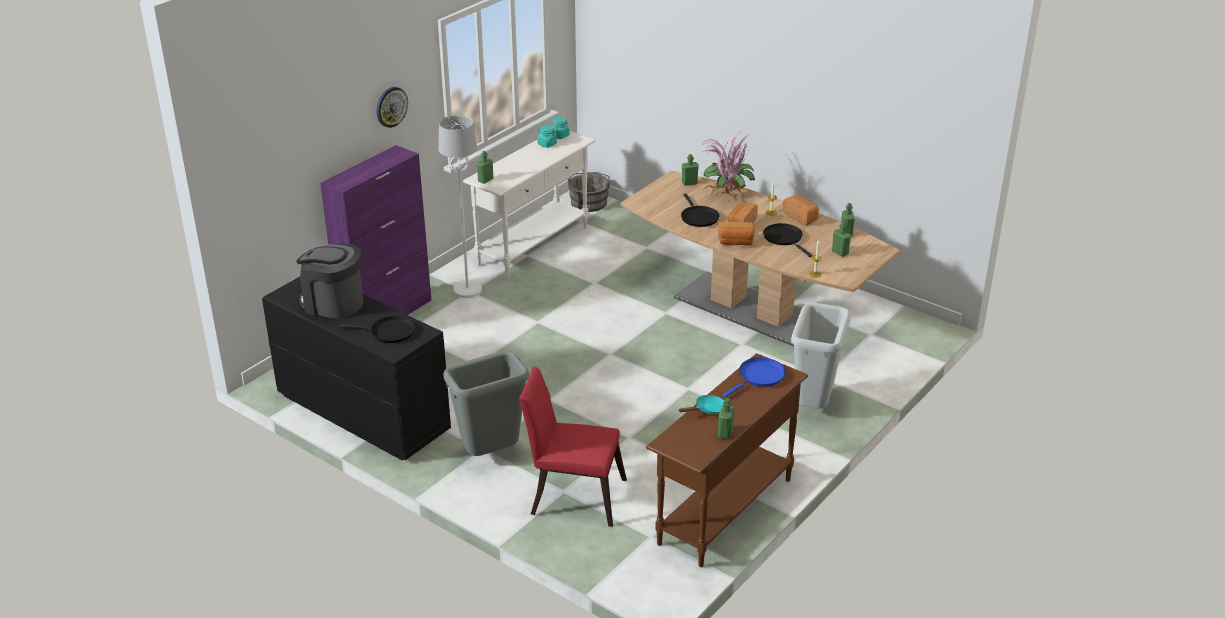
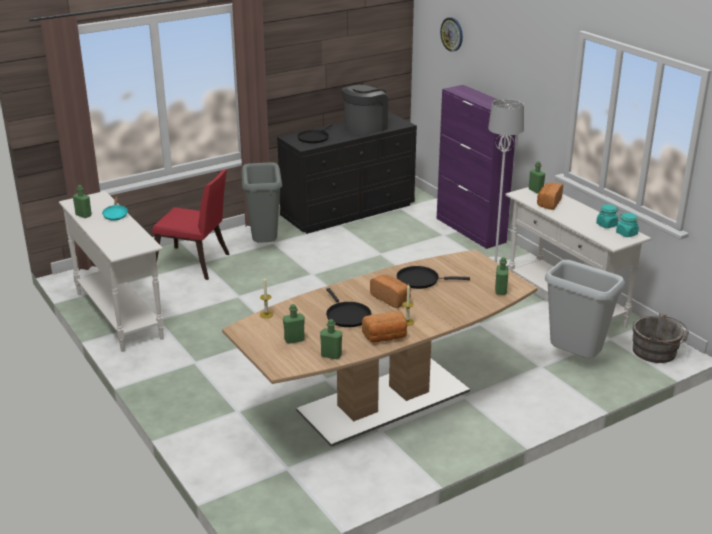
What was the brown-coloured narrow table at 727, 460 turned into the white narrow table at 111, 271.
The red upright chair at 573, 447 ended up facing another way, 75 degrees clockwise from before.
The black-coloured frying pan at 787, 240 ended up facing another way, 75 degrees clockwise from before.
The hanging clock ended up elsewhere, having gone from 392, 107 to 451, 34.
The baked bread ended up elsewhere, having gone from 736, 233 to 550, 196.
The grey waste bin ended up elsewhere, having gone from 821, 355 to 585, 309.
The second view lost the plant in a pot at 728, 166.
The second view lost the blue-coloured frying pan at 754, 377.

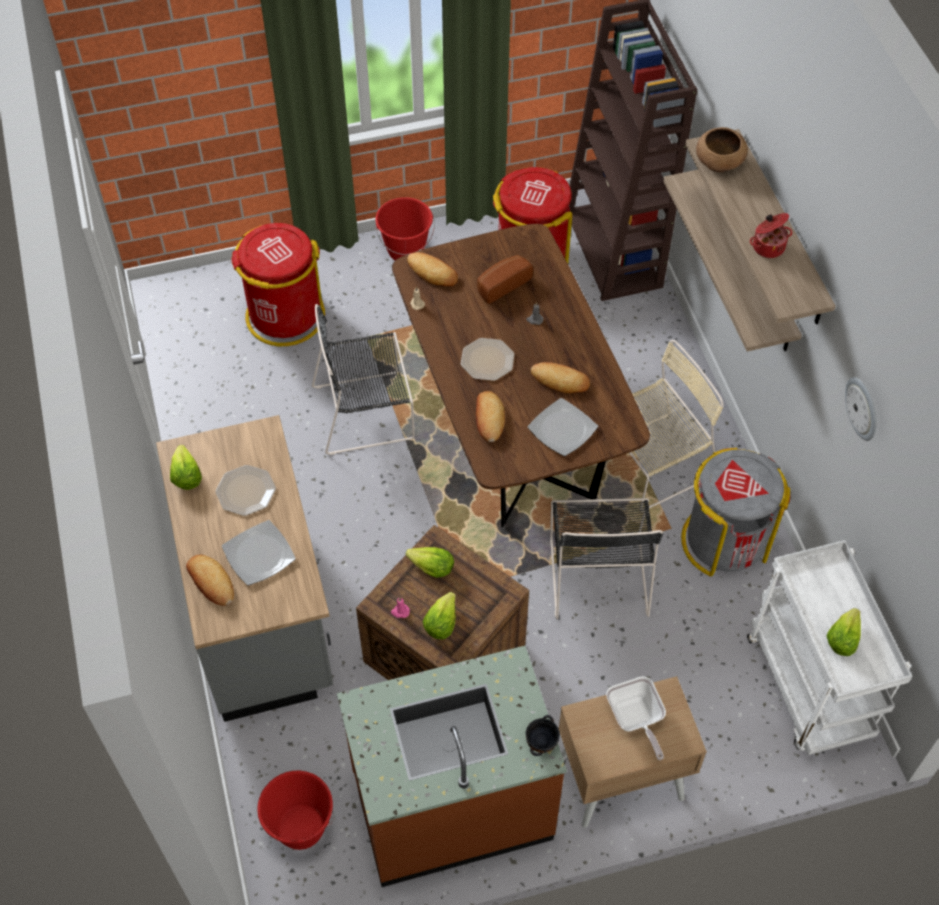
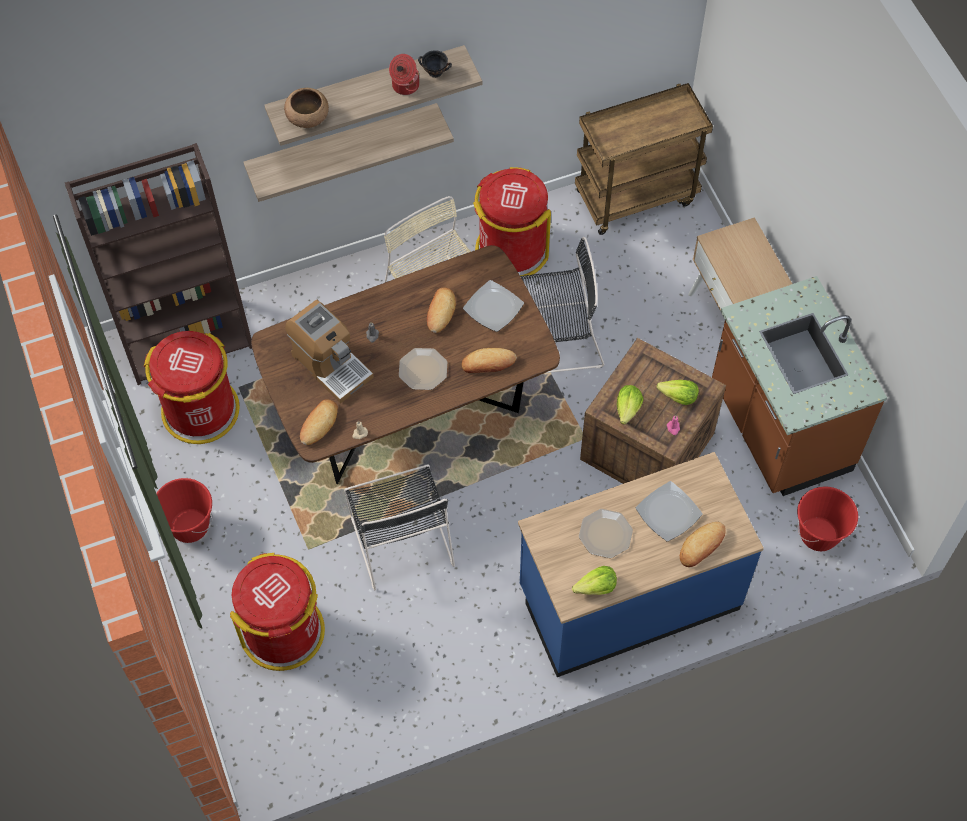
Where the baked bread stood at 505, 279, the coffee maker came to stand at 329, 351.
The black-coloured bowl ended up elsewhere, having gone from 543, 735 to 435, 64.
What was the grey waste bin at 736, 512 turned into the red waste bin at 512, 221.
What was the grey counter at 244, 568 turned into the blue-coloured counter at 641, 564.
What was the white wheeled cart at 830, 647 turned into the brown-coloured wheeled cart at 644, 159.
The second view lost the frying pan at 636, 718.
The second view lost the head of lettuce at 843, 632.
The second view lost the hanging clock at 861, 409.

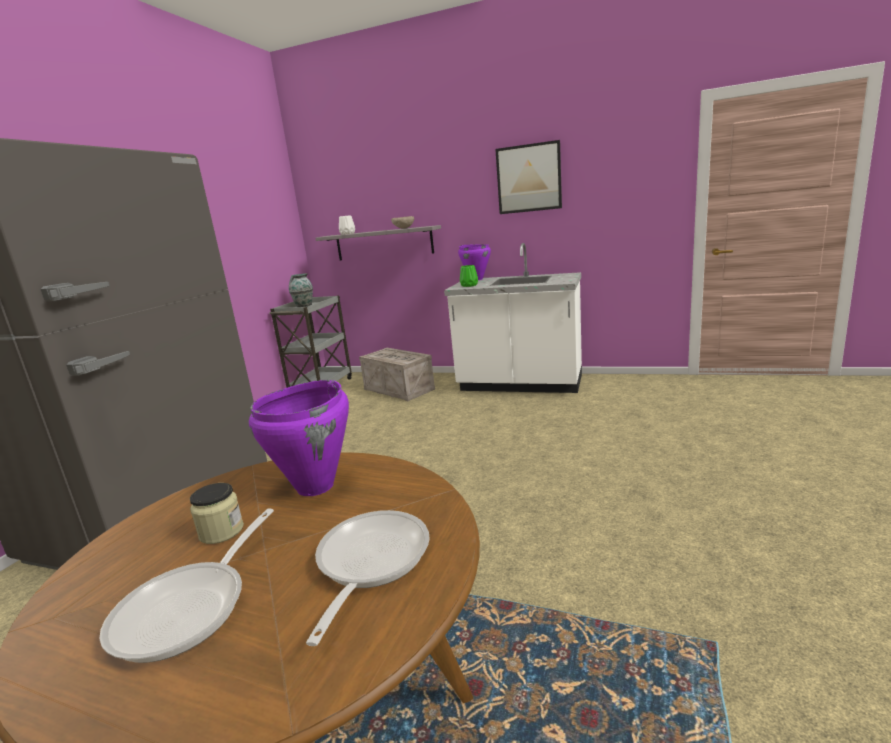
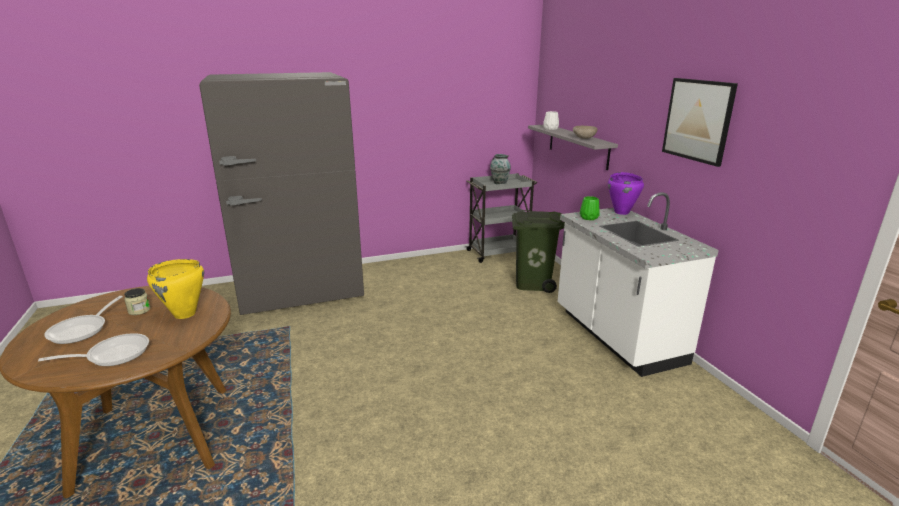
The frying pan at 187, 585 ended up facing another way, 60 degrees counterclockwise from before.
What was the purplish stockpot at 299, 438 turned into the yellowish stockpot at 175, 289.
Where the crate stood at 397, 374, the green-coloured waste bin came to stand at 538, 251.

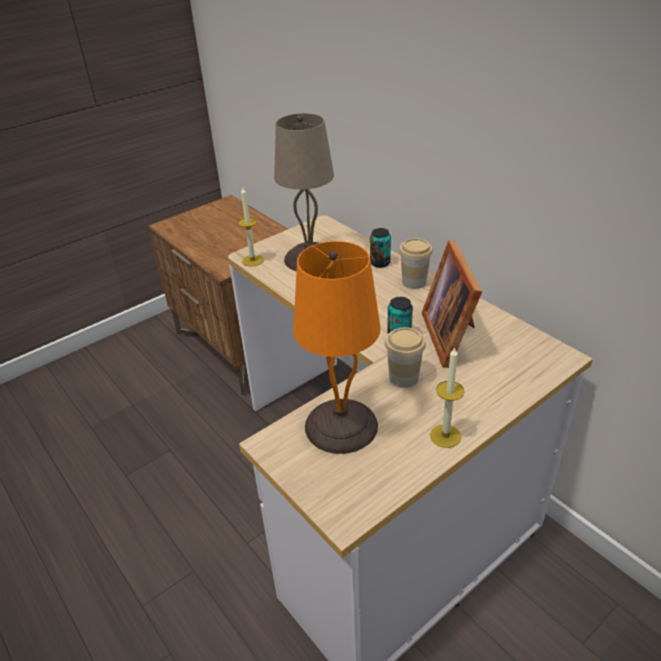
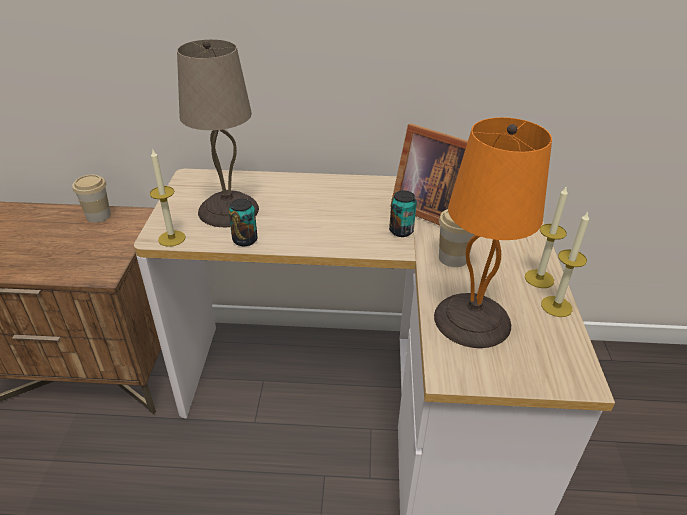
The drinking cup ended up elsewhere, having gone from 416, 263 to 91, 198.
The can ended up elsewhere, having gone from 380, 248 to 243, 222.
The second view gained the candle at 565, 264.

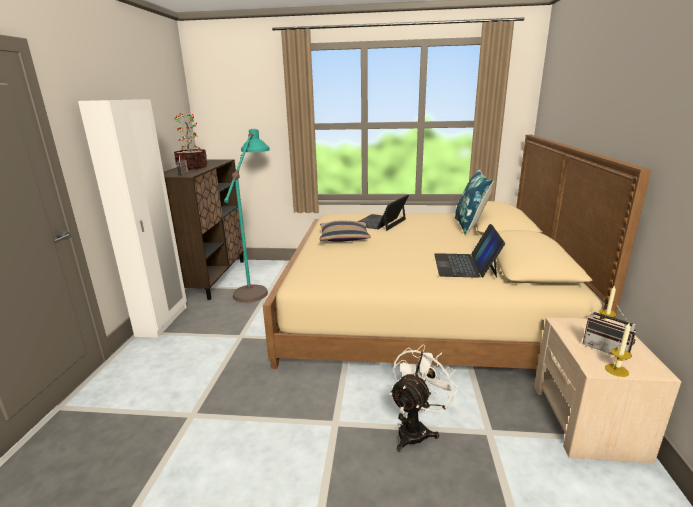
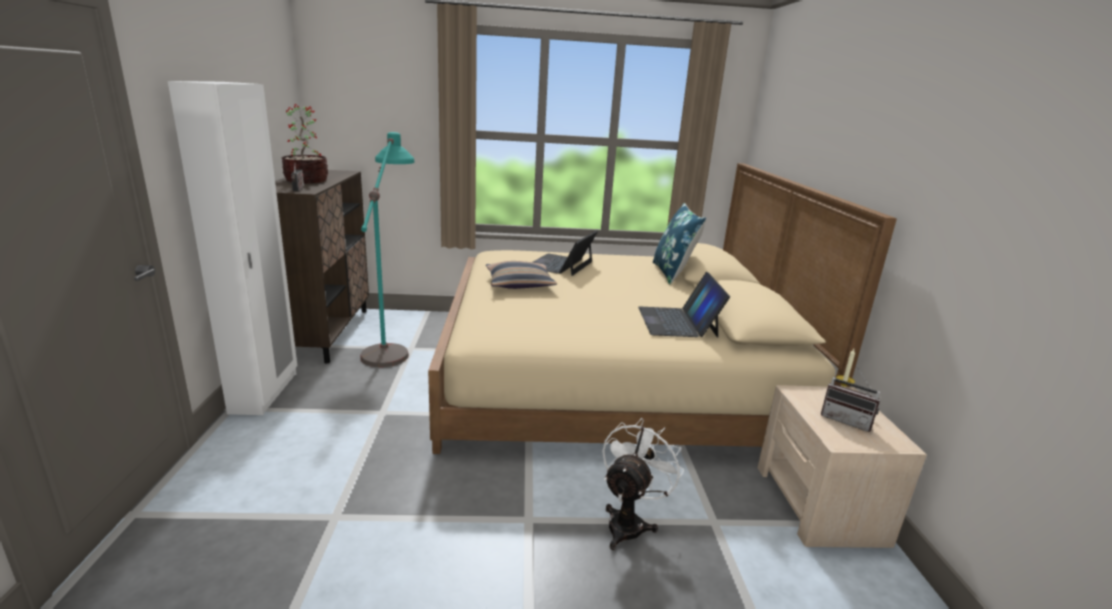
The second view lost the candle at 618, 350.

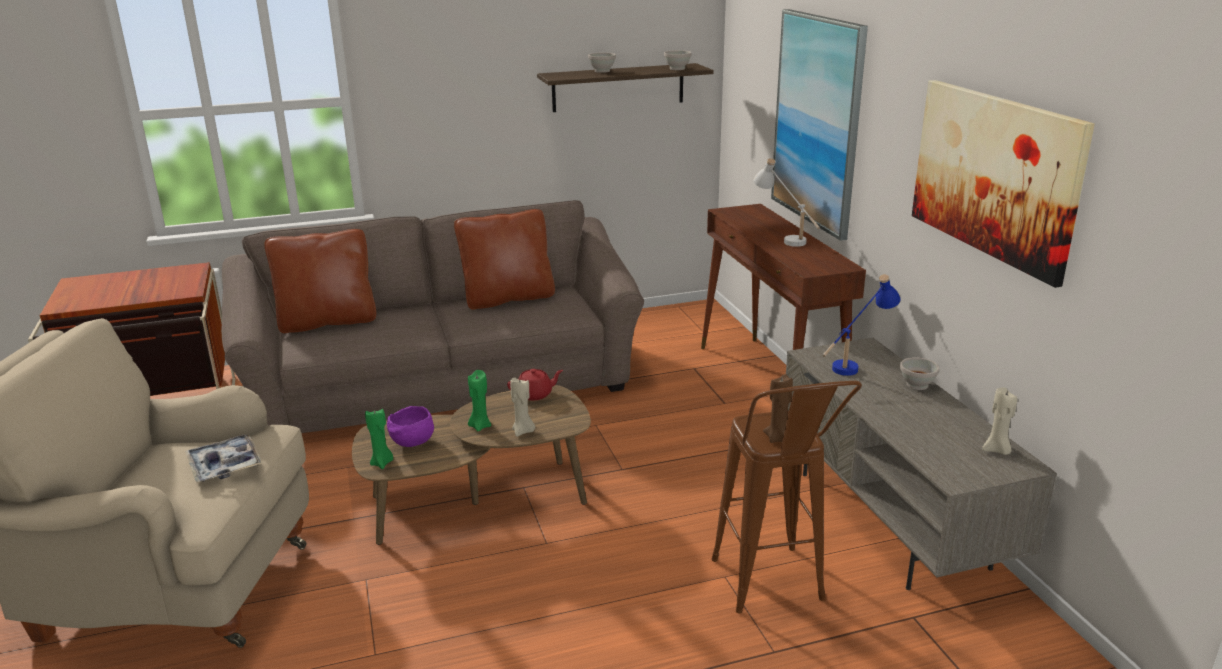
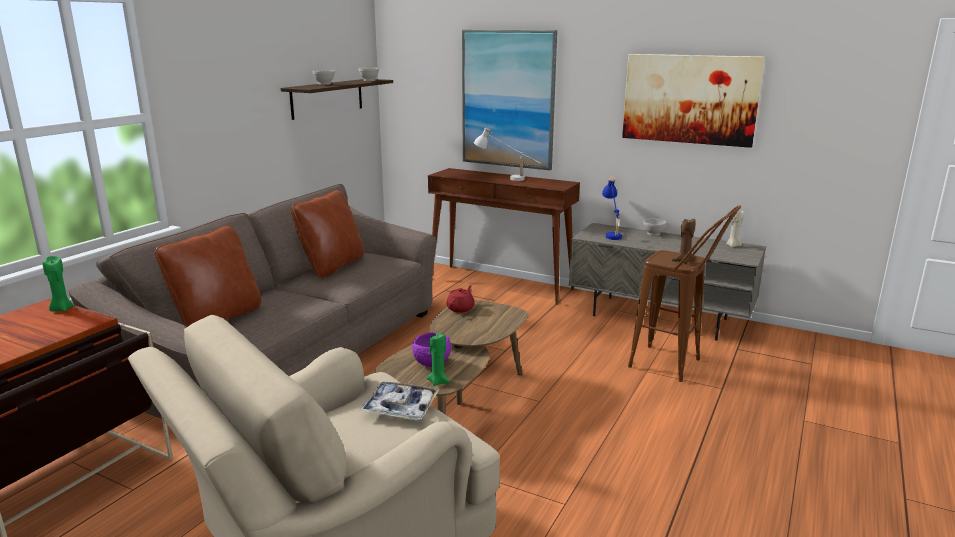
The green-coloured candle ended up elsewhere, having gone from 479, 401 to 57, 283.
The second view lost the beige candle at 522, 407.

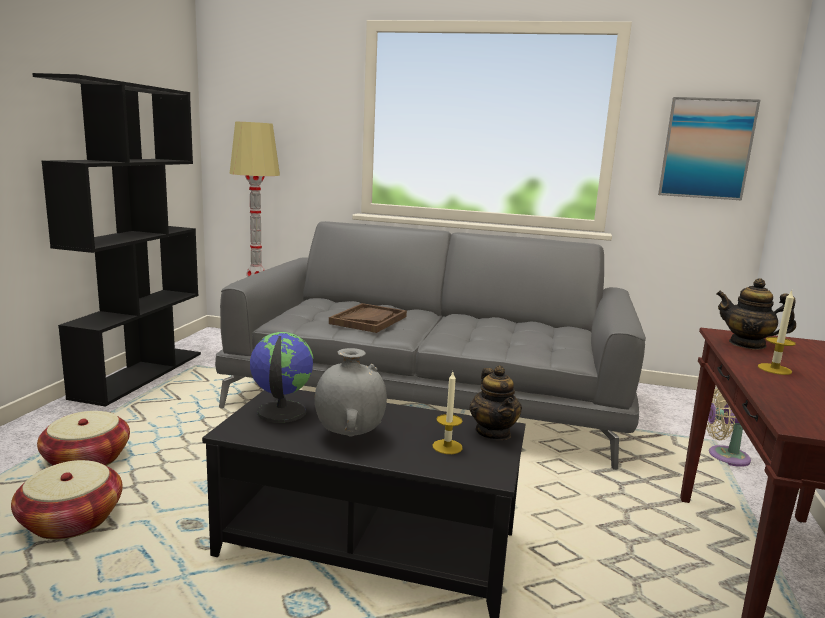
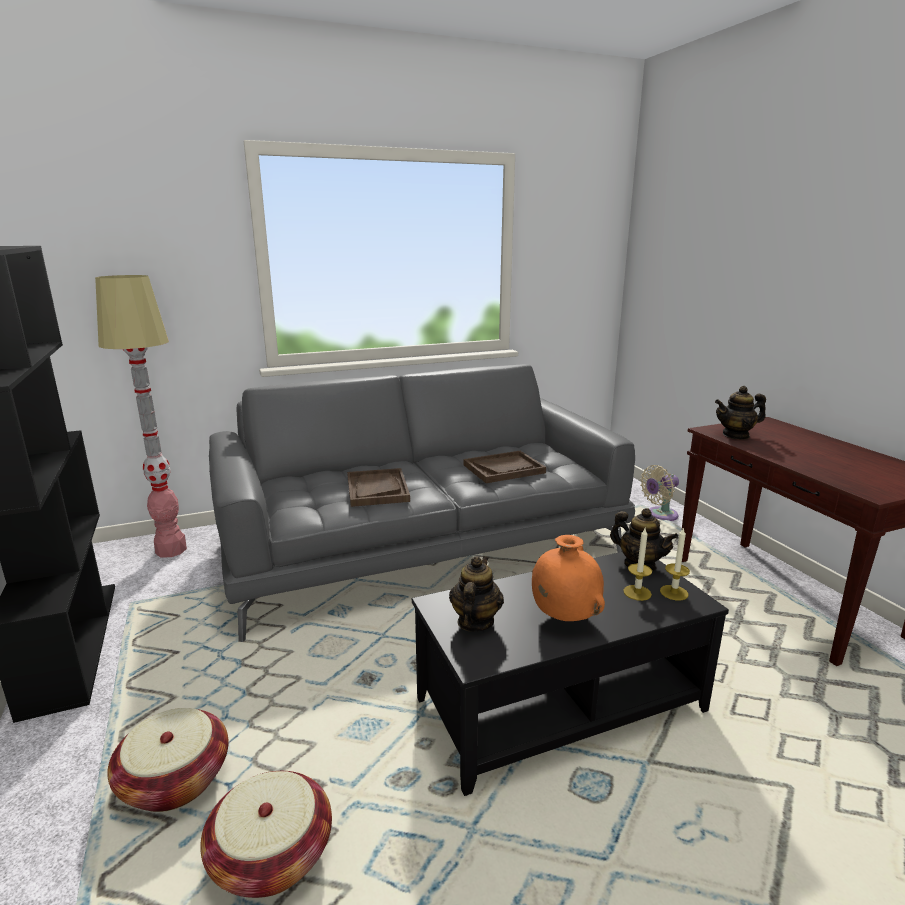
Where the desk globe stood at 281, 377, the teapot came to stand at 476, 594.
The second view gained the brown-coloured carrying tray at 504, 467.
What was the grey decorative vase at 351, 392 turned into the orange-coloured decorative vase at 568, 578.
The candle ended up elsewhere, having gone from 777, 332 to 675, 563.
The second view lost the picture at 709, 148.

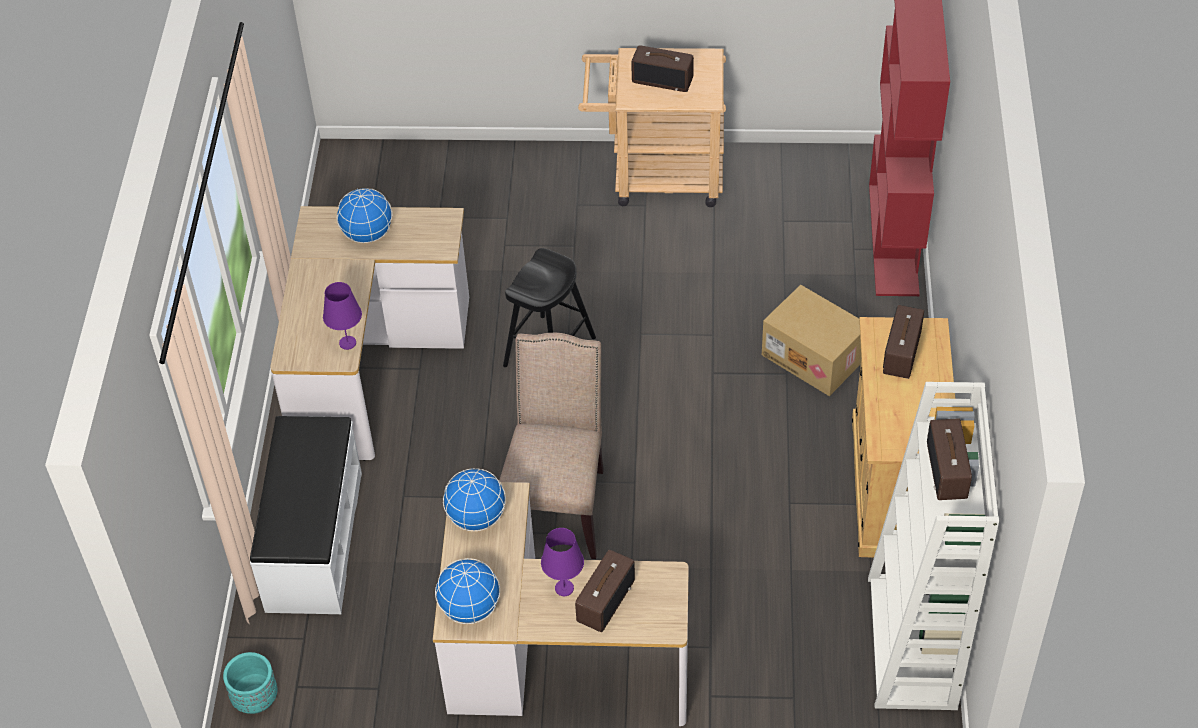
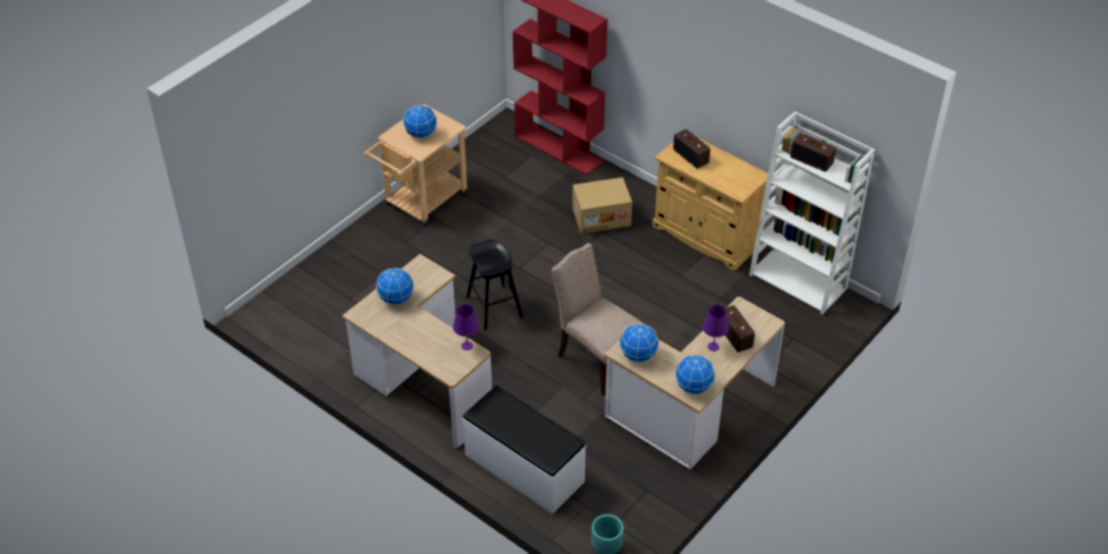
Where the radio set stood at 662, 68, the desk globe came to stand at 420, 122.

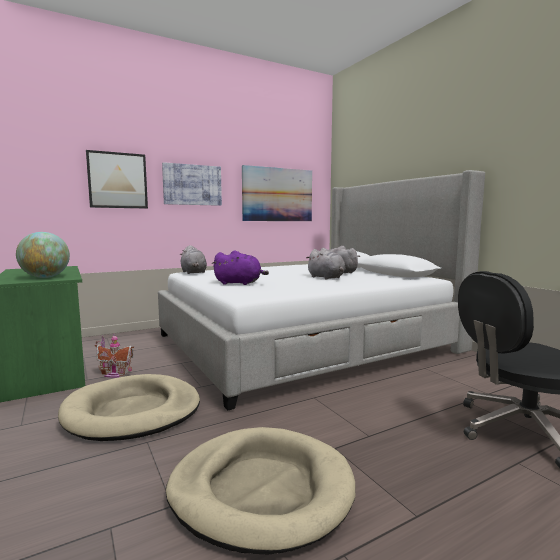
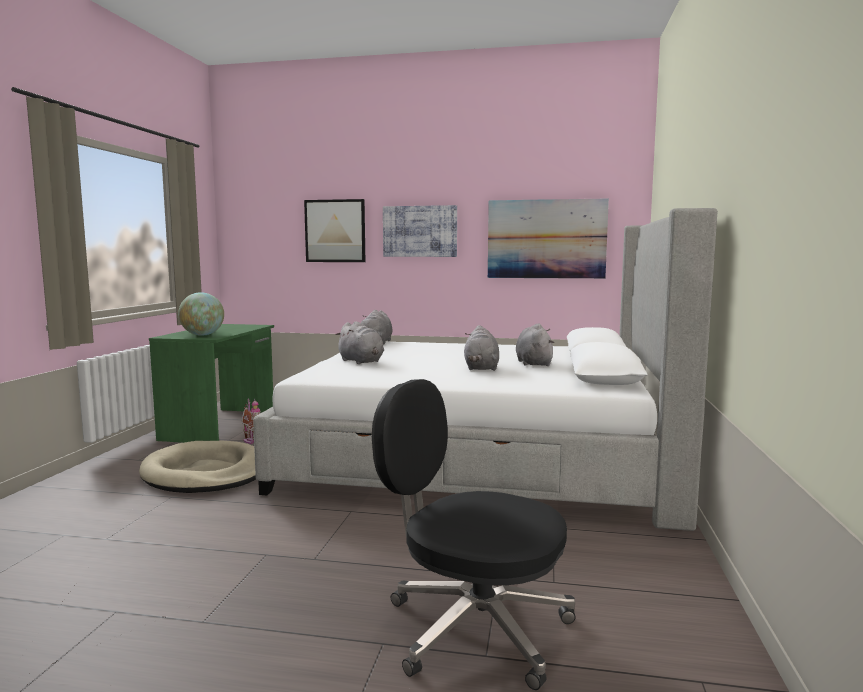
What was the purplish soft toy at 240, 267 turned into the grey soft toy at 359, 342.
The second view lost the beige dog cushion at 261, 490.

